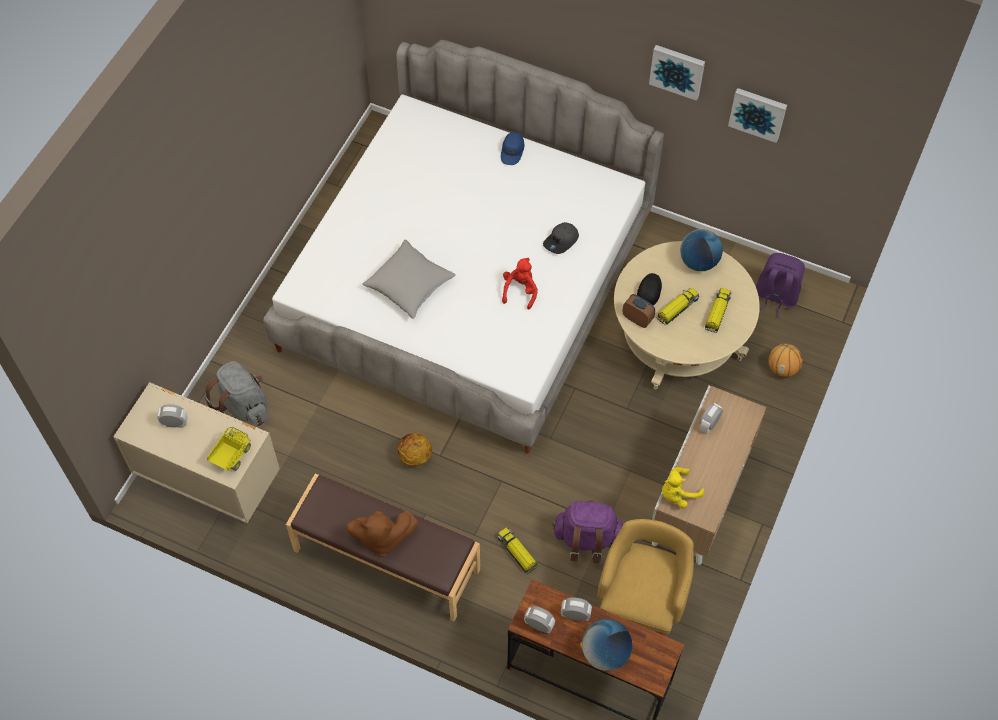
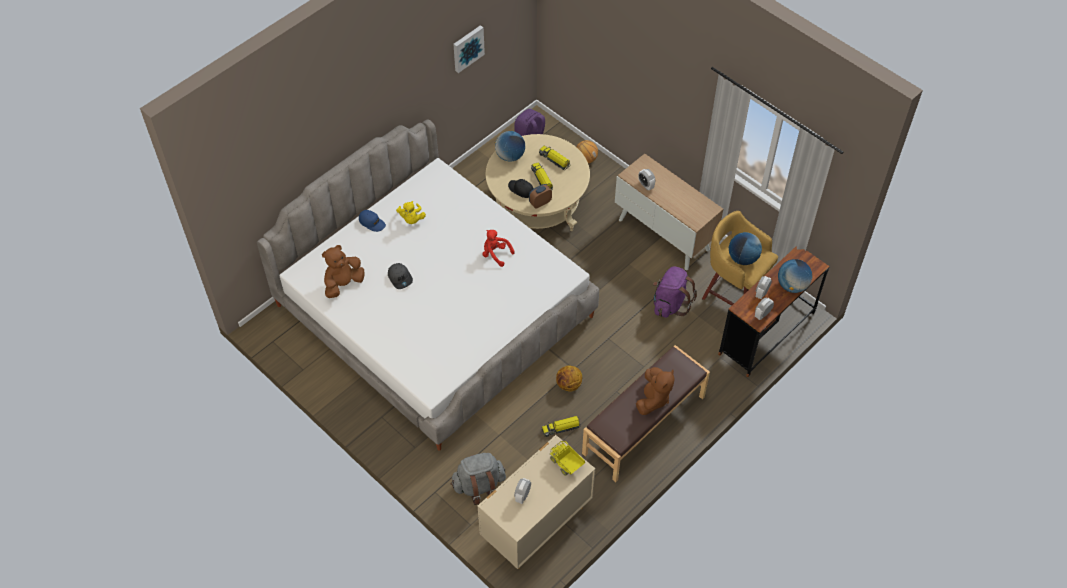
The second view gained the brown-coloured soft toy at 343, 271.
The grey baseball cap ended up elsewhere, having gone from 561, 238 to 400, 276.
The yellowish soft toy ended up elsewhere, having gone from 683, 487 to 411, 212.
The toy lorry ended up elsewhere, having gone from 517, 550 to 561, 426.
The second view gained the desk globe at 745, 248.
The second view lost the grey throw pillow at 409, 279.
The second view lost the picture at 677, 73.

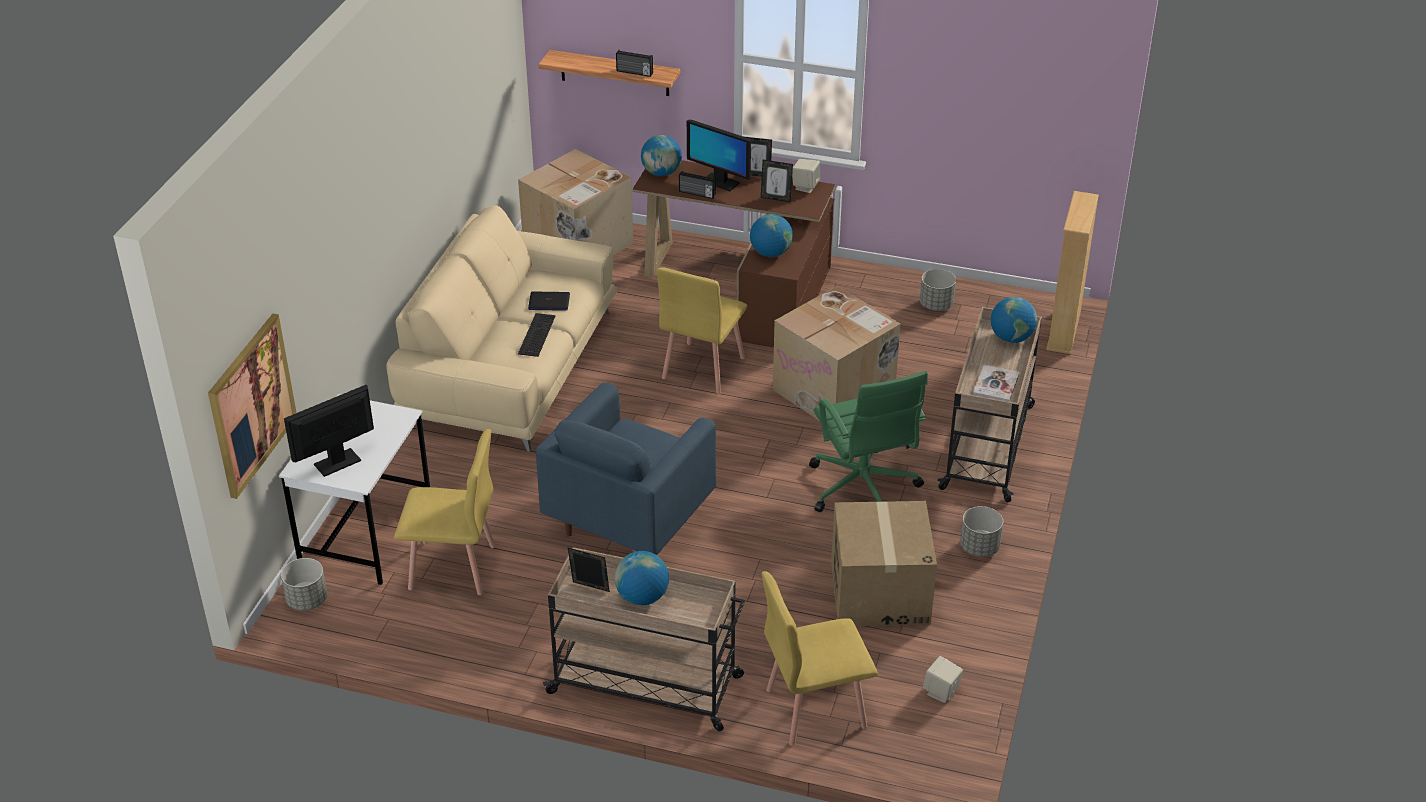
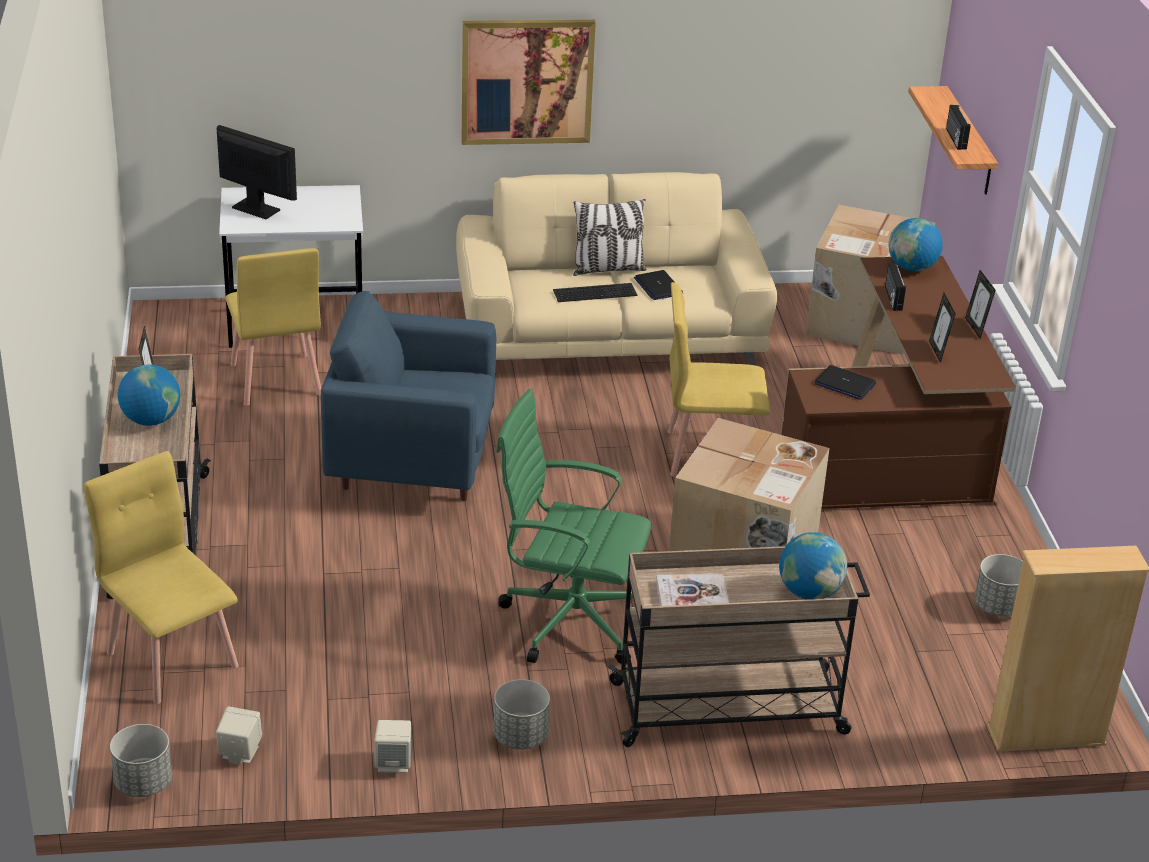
The grey plant pot ended up elsewhere, having gone from 304, 584 to 141, 760.
The beige audio speaker ended up elsewhere, having gone from 806, 176 to 392, 746.
The picture ended up elsewhere, having gone from 252, 406 to 529, 82.
The green-coloured desk chair at 868, 441 ended up facing another way, 60 degrees clockwise from before.
The second view gained the throw pillow at 610, 237.
Where the desk globe stood at 771, 235, the notebook computer came to stand at 845, 382.
The second view lost the computer screen at 719, 155.
The second view lost the cardboard box at 884, 563.

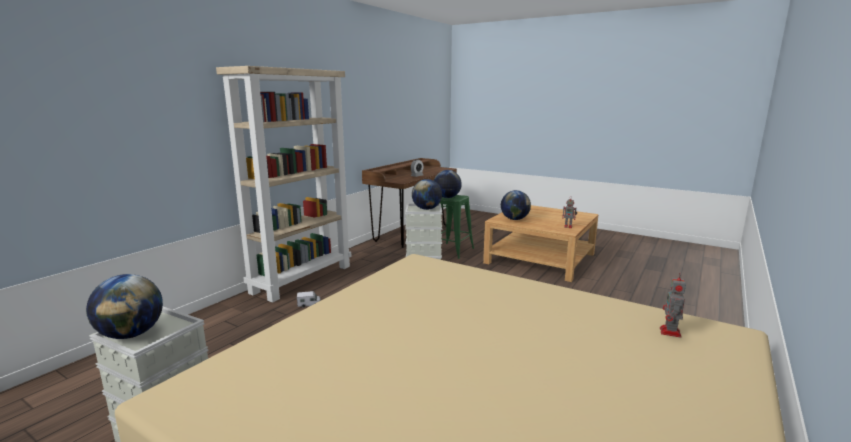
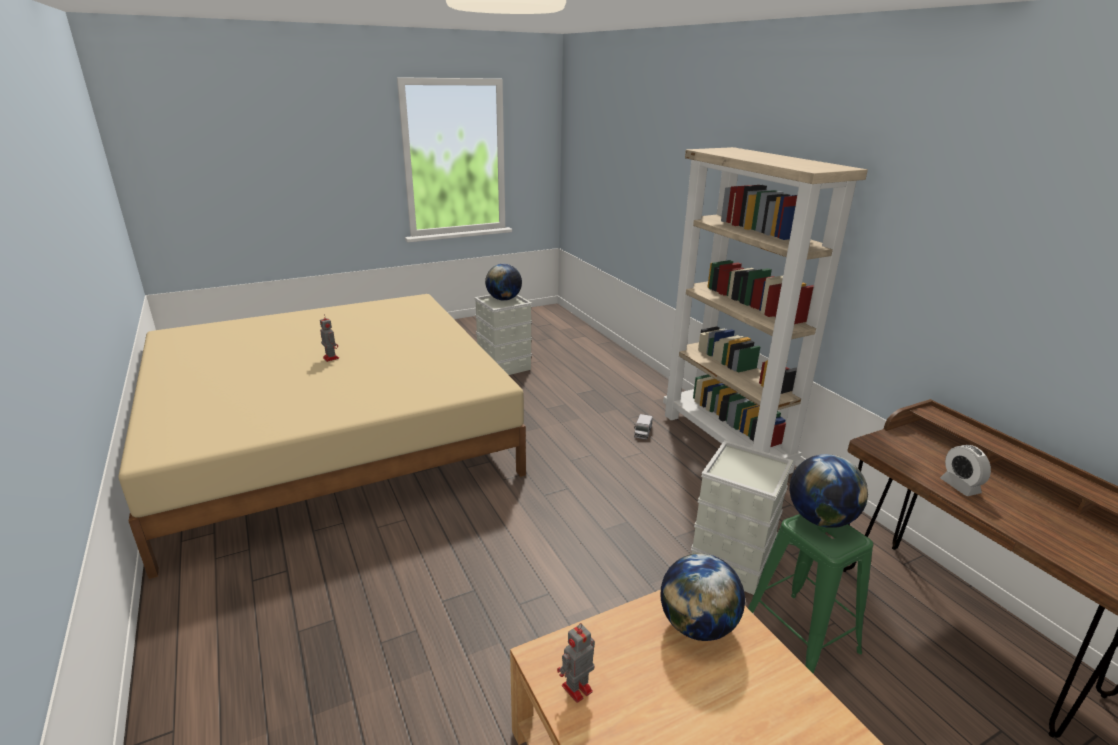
The toy robot ended up elsewhere, having gone from 673, 305 to 329, 338.
The second view lost the desk globe at 427, 194.

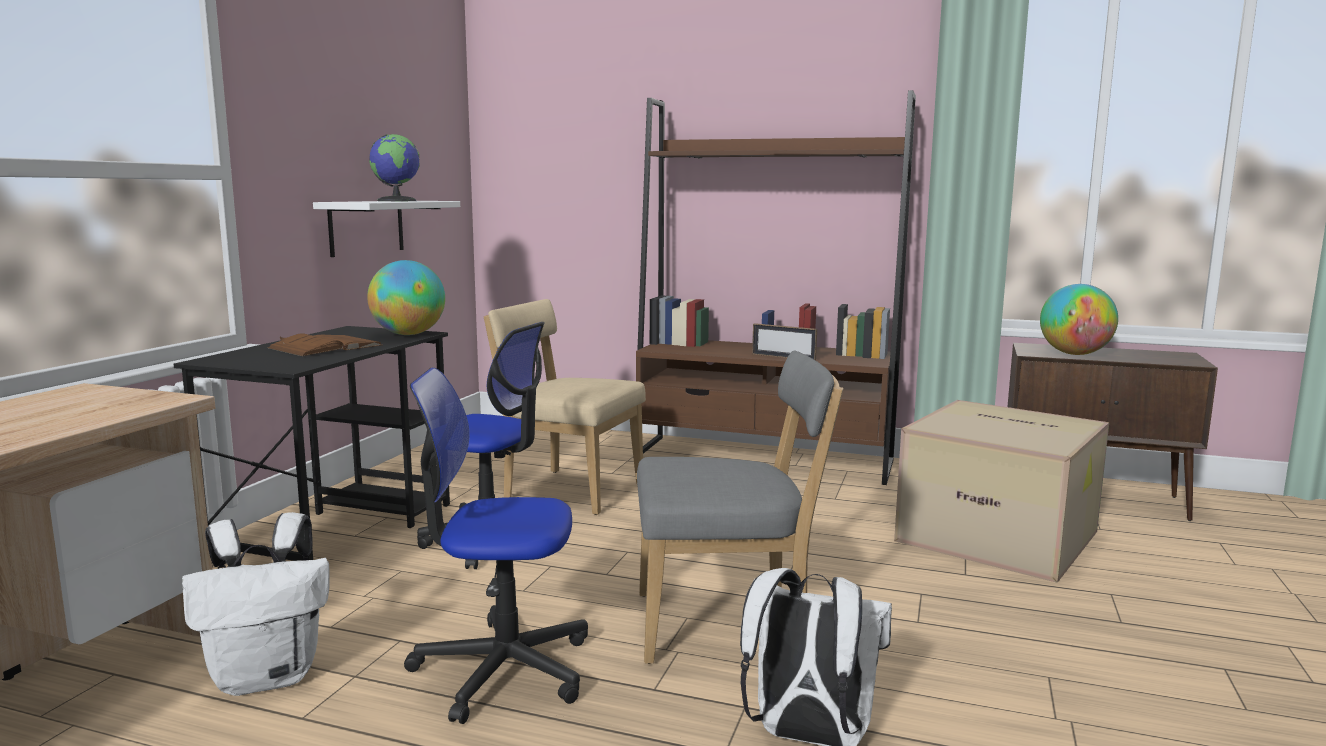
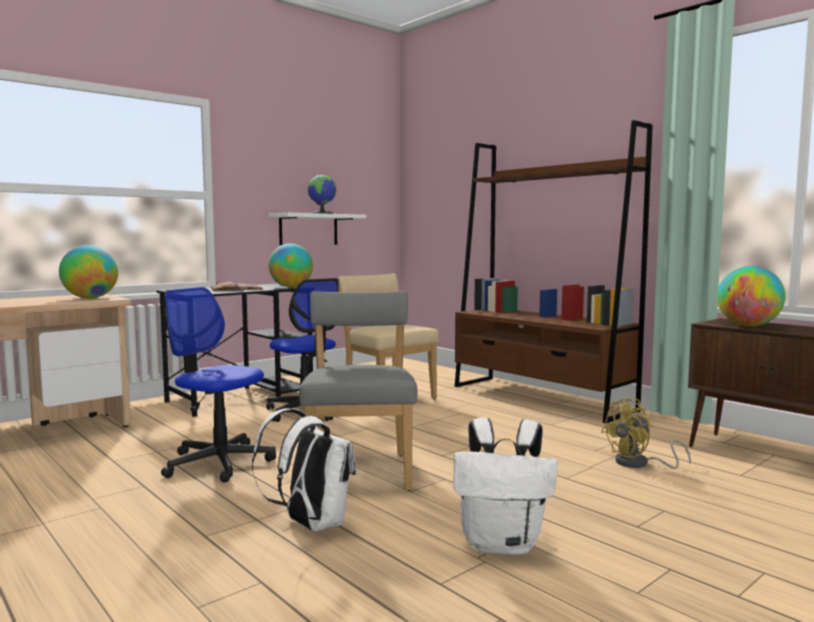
The second view gained the desk globe at 88, 271.
The grey upright chair at 740, 507 ended up facing another way, 120 degrees counterclockwise from before.
The white knapsack ended up elsewhere, having gone from 255, 604 to 505, 486.
Where the cardboard box stood at 1001, 491, the yellowish fan came to stand at 646, 433.
The second view lost the standing frame at 784, 342.

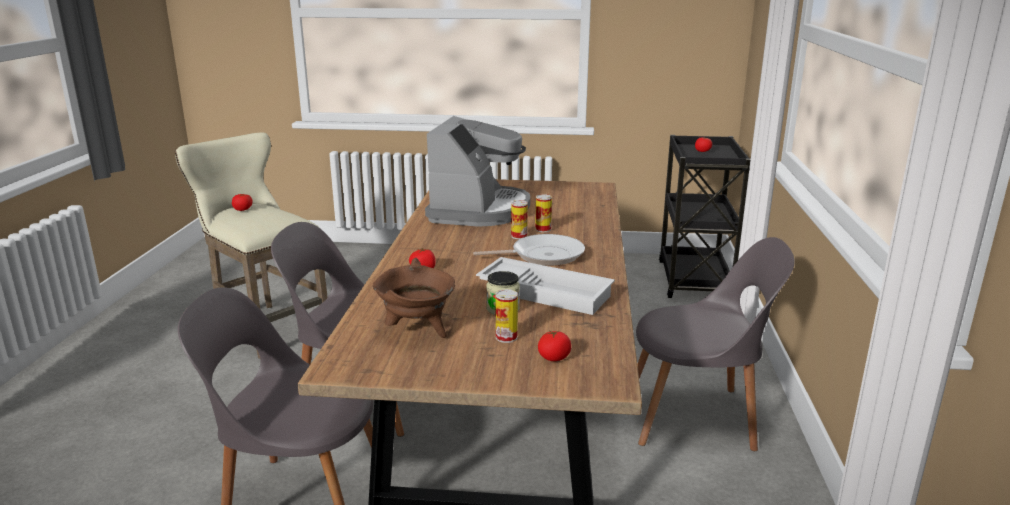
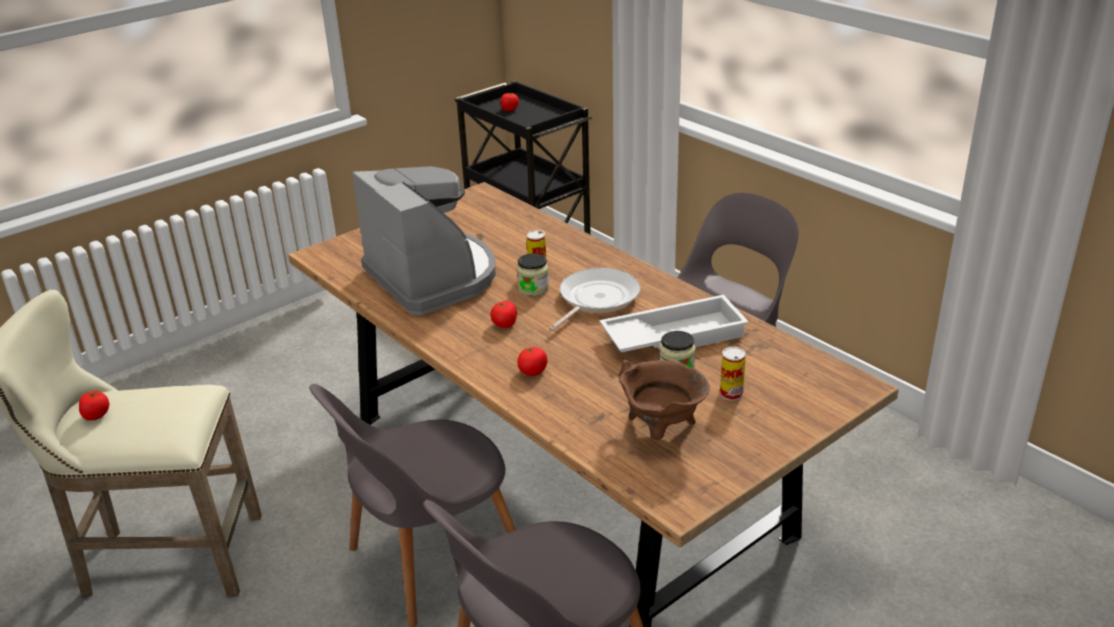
The whole tomato ended up elsewhere, having gone from 554, 345 to 503, 314.
Where the can stood at 519, 219, the preserve jar came to stand at 533, 275.

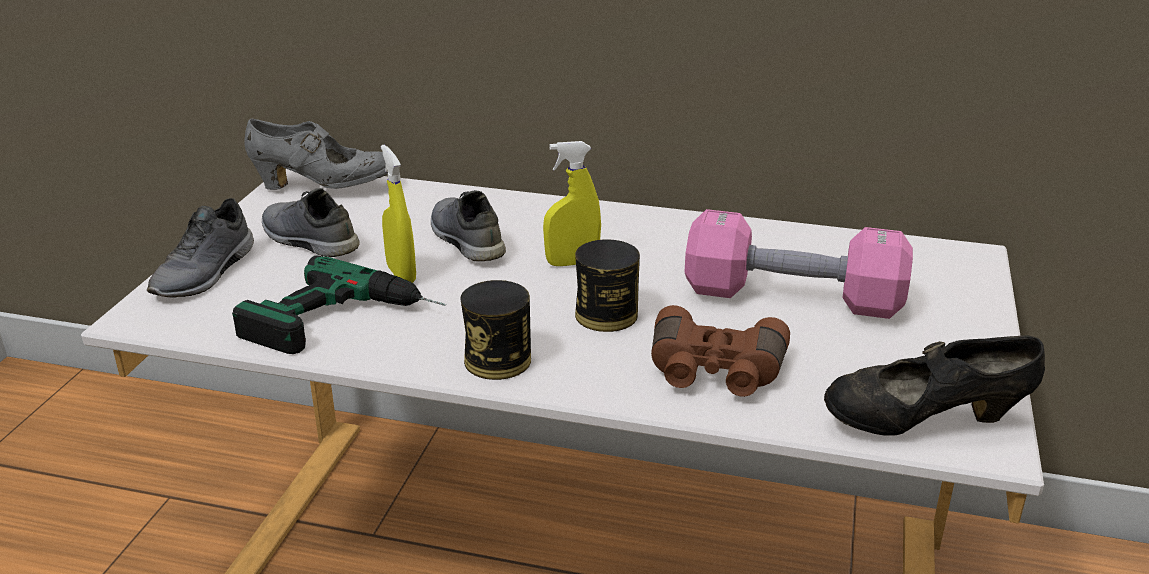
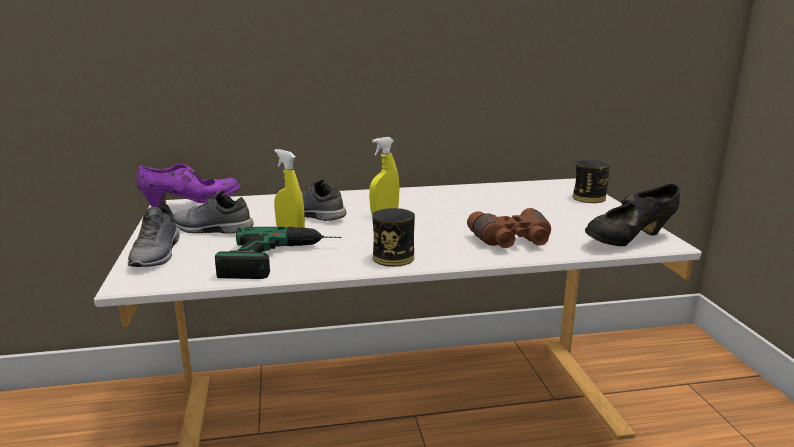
What was the grey low shoe at 316, 154 turned into the purplish low shoe at 188, 185.
The can ended up elsewhere, having gone from 607, 285 to 591, 181.
The second view lost the pinkish hand weight at 798, 264.

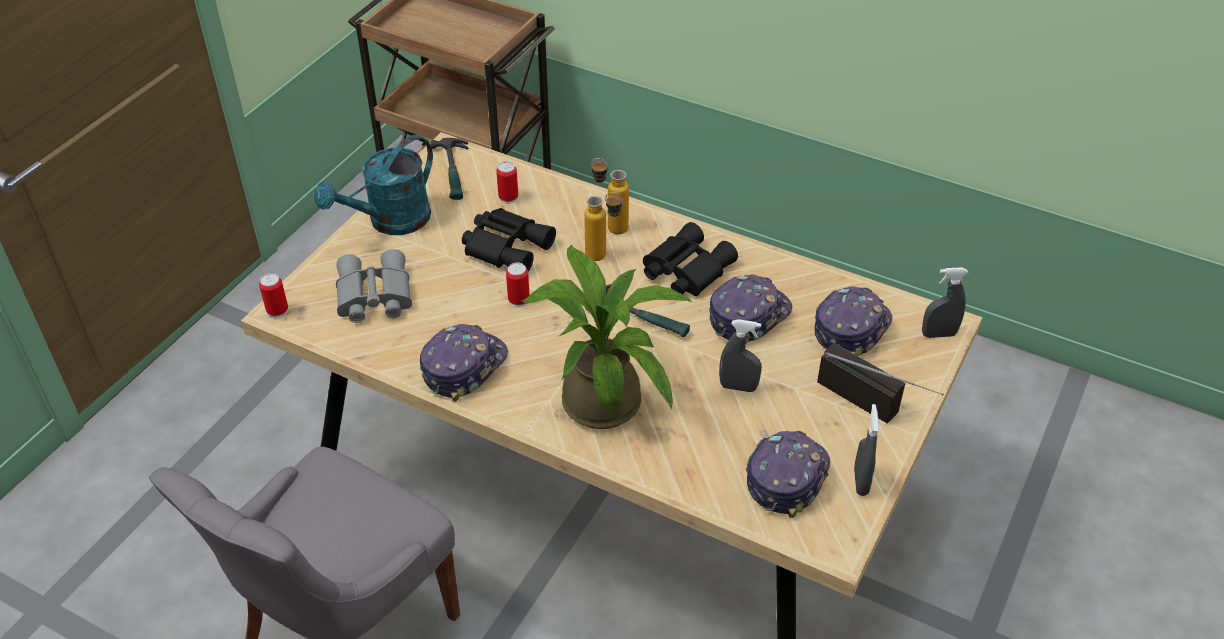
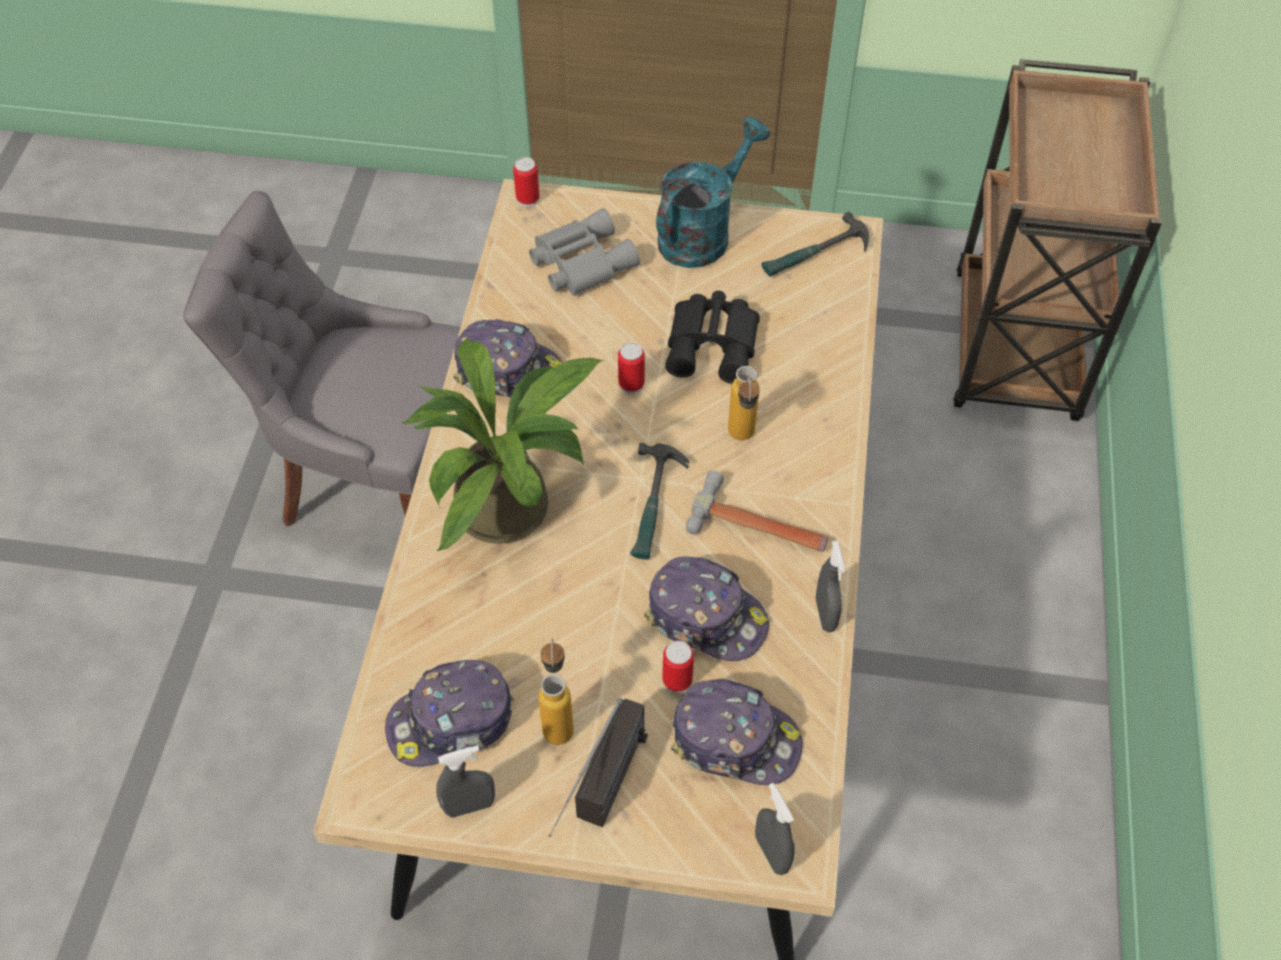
The baseball cap at 788, 475 ended up facing another way, 150 degrees clockwise from before.
The beverage bottle ended up elsewhere, having gone from 610, 196 to 556, 692.
The blue-green sprinkling can at 373, 185 ended up facing another way, 105 degrees clockwise from before.
The can ended up elsewhere, having gone from 507, 183 to 678, 667.
Where the black-coloured pair of binoculars stood at 690, 259, the hammer came to stand at 757, 511.
The grey hand sprayer ended up elsewhere, having gone from 740, 355 to 830, 586.

